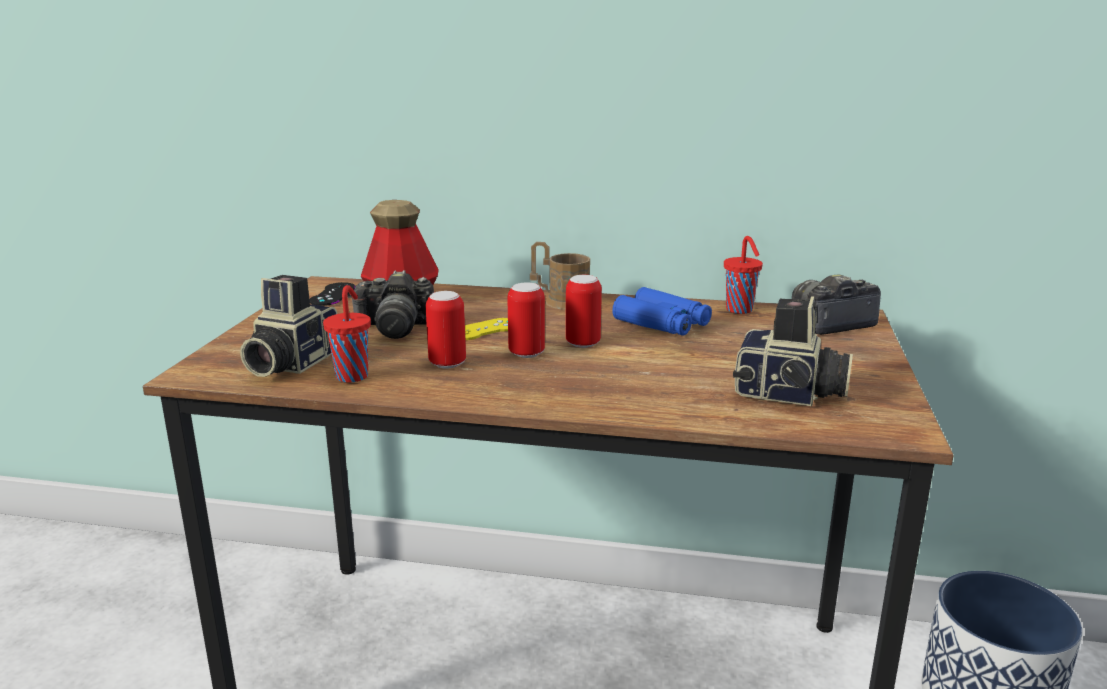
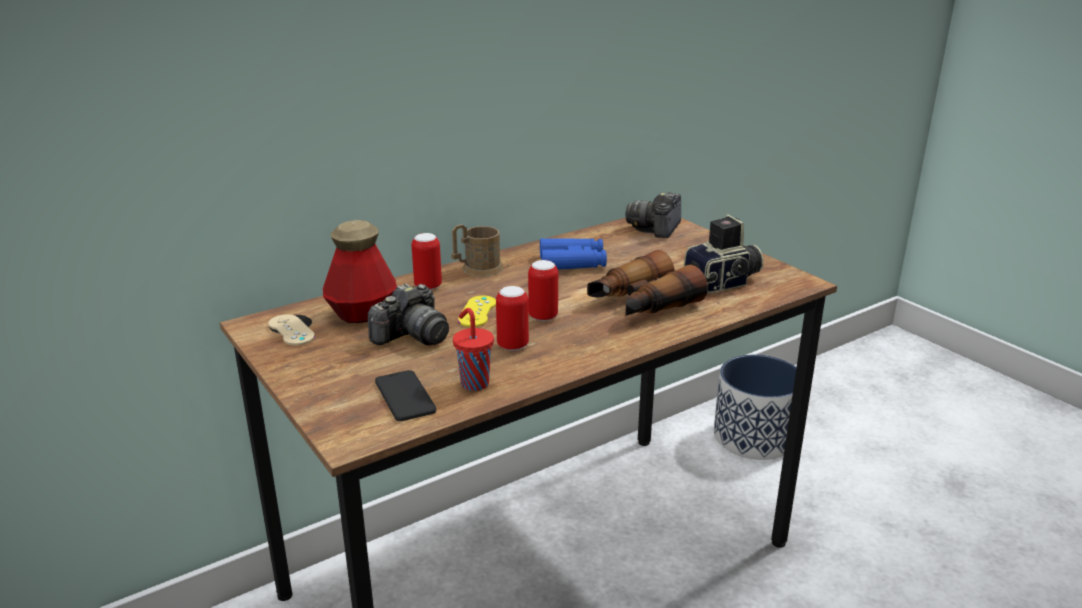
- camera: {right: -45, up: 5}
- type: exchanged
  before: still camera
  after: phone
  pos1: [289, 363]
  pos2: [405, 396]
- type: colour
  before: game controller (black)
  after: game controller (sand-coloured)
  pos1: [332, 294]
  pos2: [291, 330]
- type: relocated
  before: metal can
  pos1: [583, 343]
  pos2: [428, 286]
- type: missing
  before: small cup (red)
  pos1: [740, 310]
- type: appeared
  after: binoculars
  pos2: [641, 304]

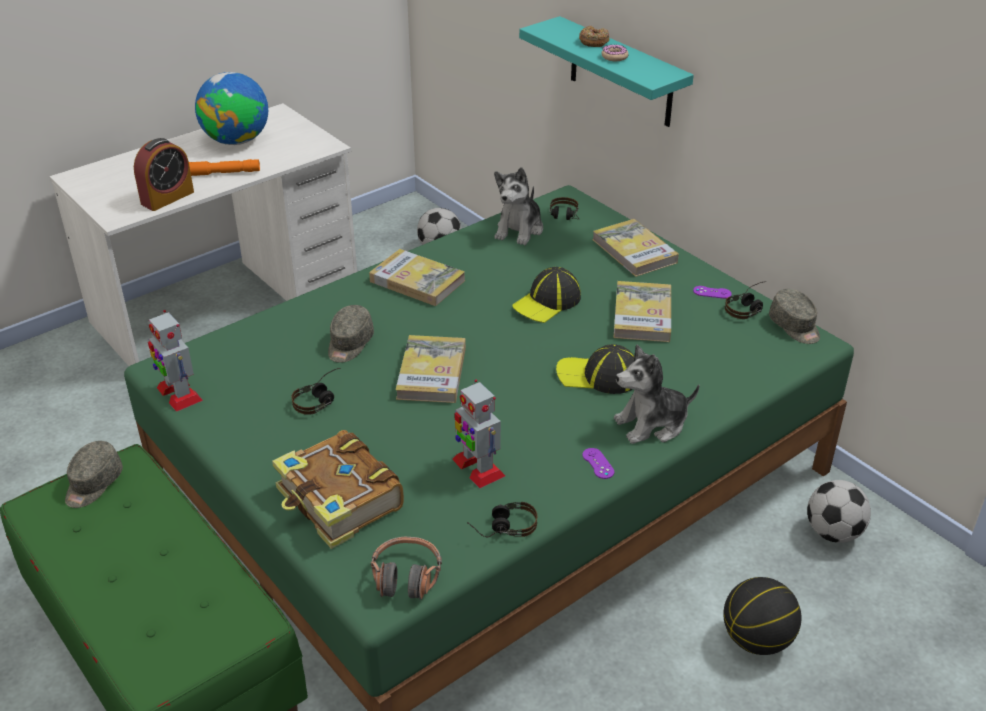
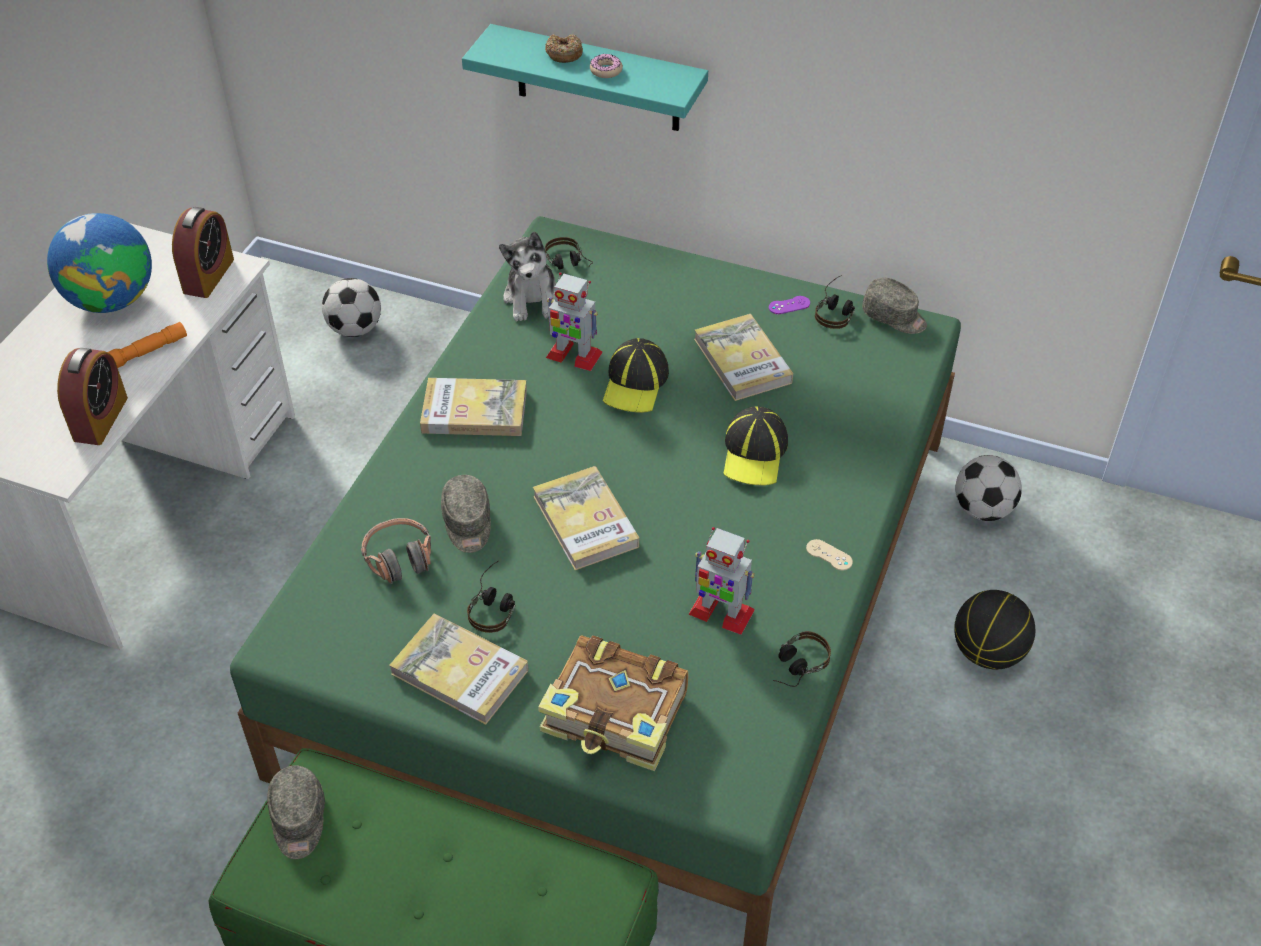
- camera: {right: -30, up: 10}
- type: relocated
  before: model robot
  pos1: [179, 394]
  pos2: [573, 355]
- type: relocated
  before: headphones
  pos1: [406, 577]
  pos2: [399, 558]
- type: spun
  before: peaked cap
  pos1: [598, 376]
  pos2: [754, 453]
  turn: -60
- type: colour
  before: game controller (purple-coloured)
  after: game controller (sand-coloured)
  pos1: [598, 463]
  pos2: [829, 555]
- type: relocated
  before: book
  pos1: [634, 251]
  pos2: [460, 672]
- type: missing
  before: soft toy
  pos1: [652, 424]
- type: appeared
  after: bedside clock
  pos2: [208, 276]

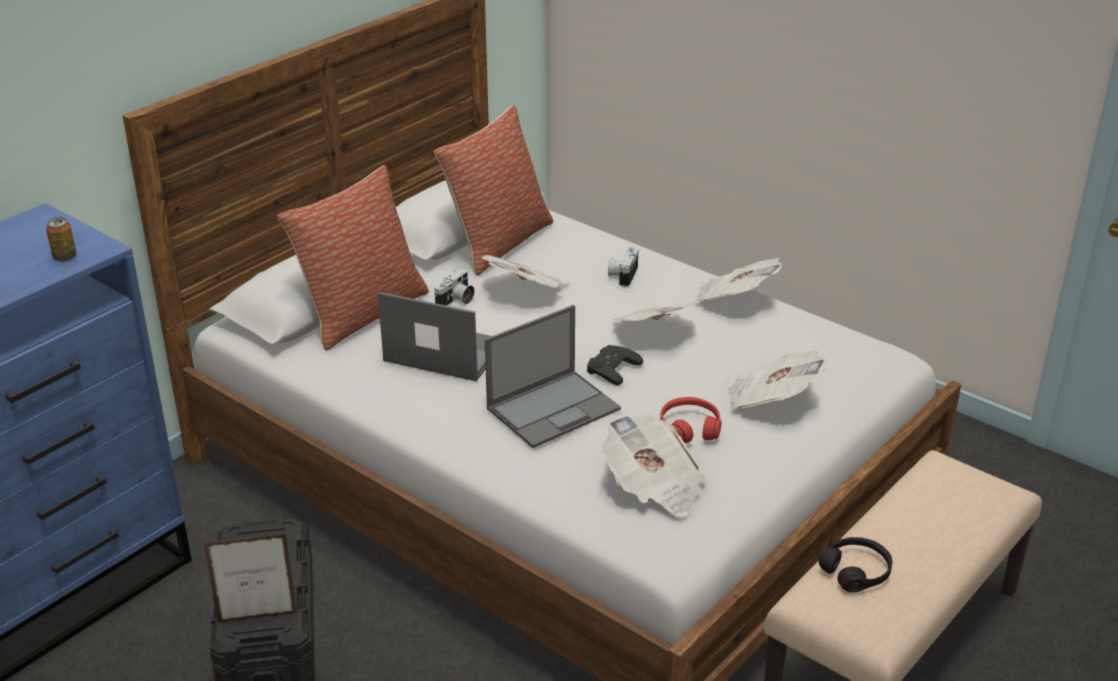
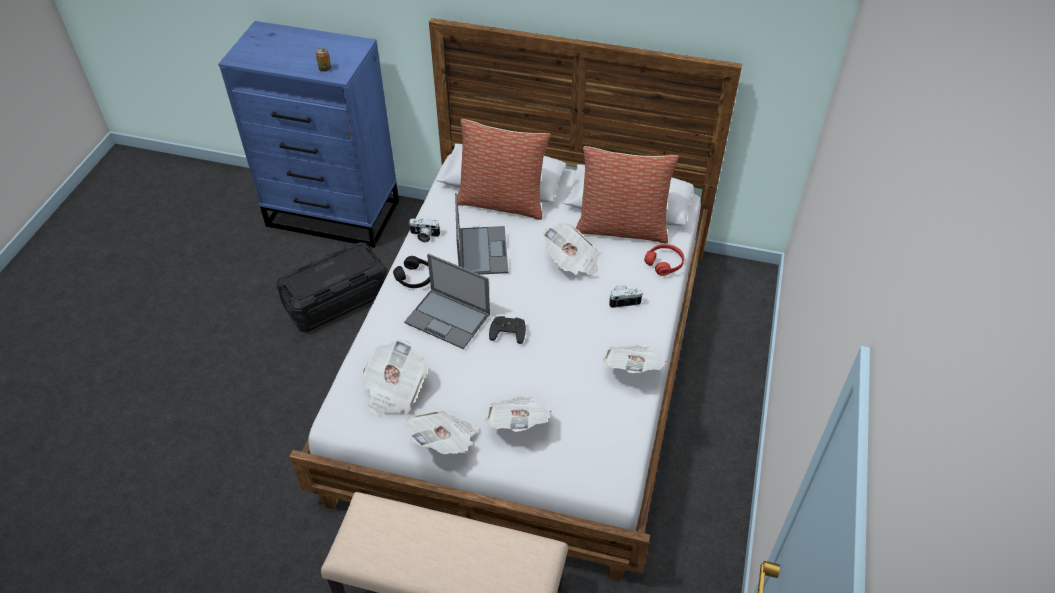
- camera: {right: 65, up: 15}
- type: missing
  before: standing frame
  pos1: [257, 617]
- type: relocated
  before: still camera
  pos1: [456, 300]
  pos2: [424, 236]
- type: relocated
  before: daily paper
  pos1: [654, 331]
  pos2: [445, 442]
- type: relocated
  before: headphones (red)
  pos1: [689, 428]
  pos2: [664, 263]
- type: relocated
  before: headphones (black)
  pos1: [856, 571]
  pos2: [415, 277]

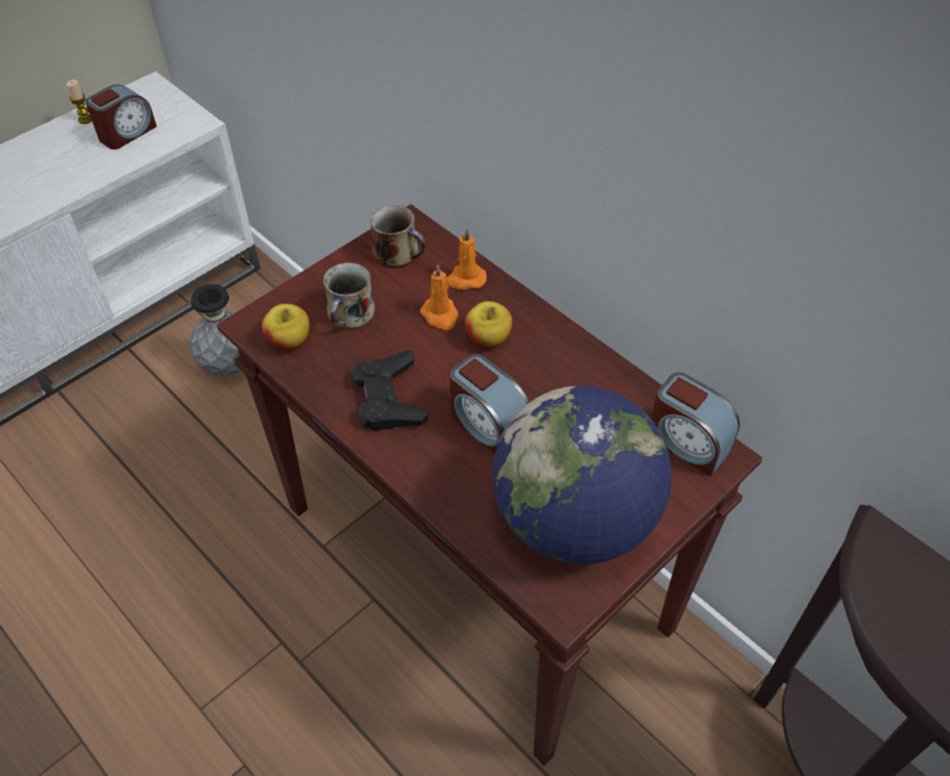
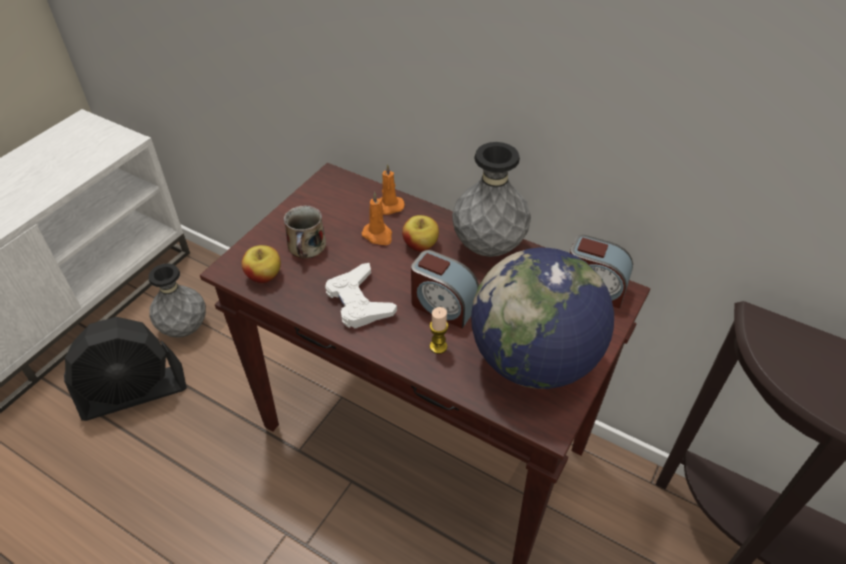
- camera: {right: -15, up: -5}
- type: relocated
  before: wax light
  pos1: [85, 119]
  pos2: [438, 346]
- type: missing
  before: bedside clock
  pos1: [127, 133]
- type: colour
  before: game controller (black)
  after: game controller (white-coloured)
  pos1: [389, 398]
  pos2: [359, 302]
- type: missing
  before: coffee mug
  pos1: [398, 253]
- type: appeared
  after: fan (black)
  pos2: [134, 393]
- type: appeared
  after: decorative vase (greyish)
  pos2: [488, 247]

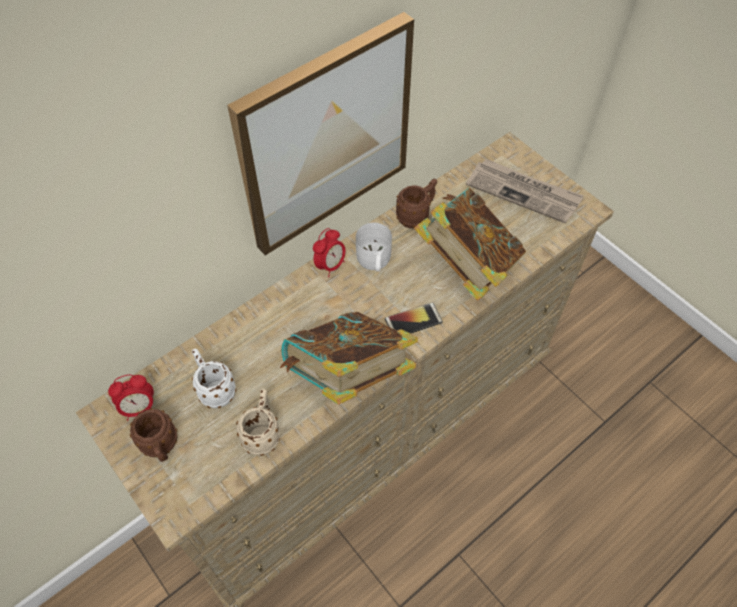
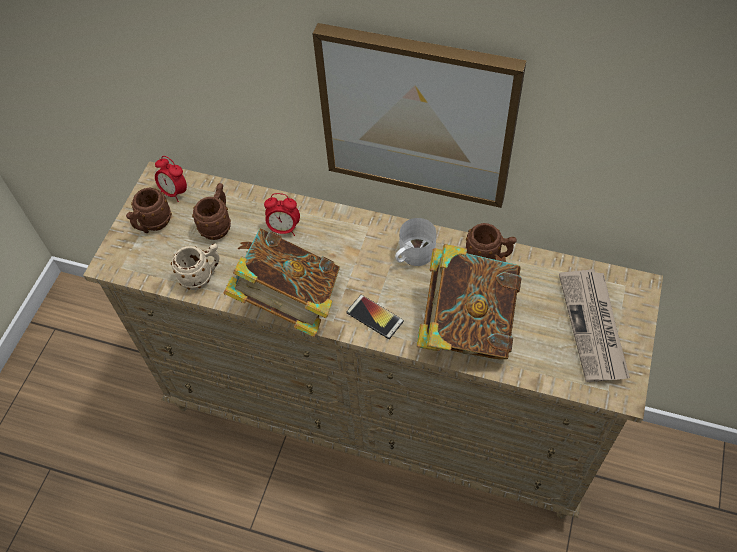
- camera: {right: 60, up: 0}
- type: colour
  before: coffee mug (white-coloured)
  after: coffee mug (brown-coloured)
  pos1: [214, 389]
  pos2: [218, 225]
- type: relocated
  before: bedside clock
  pos1: [330, 265]
  pos2: [284, 229]

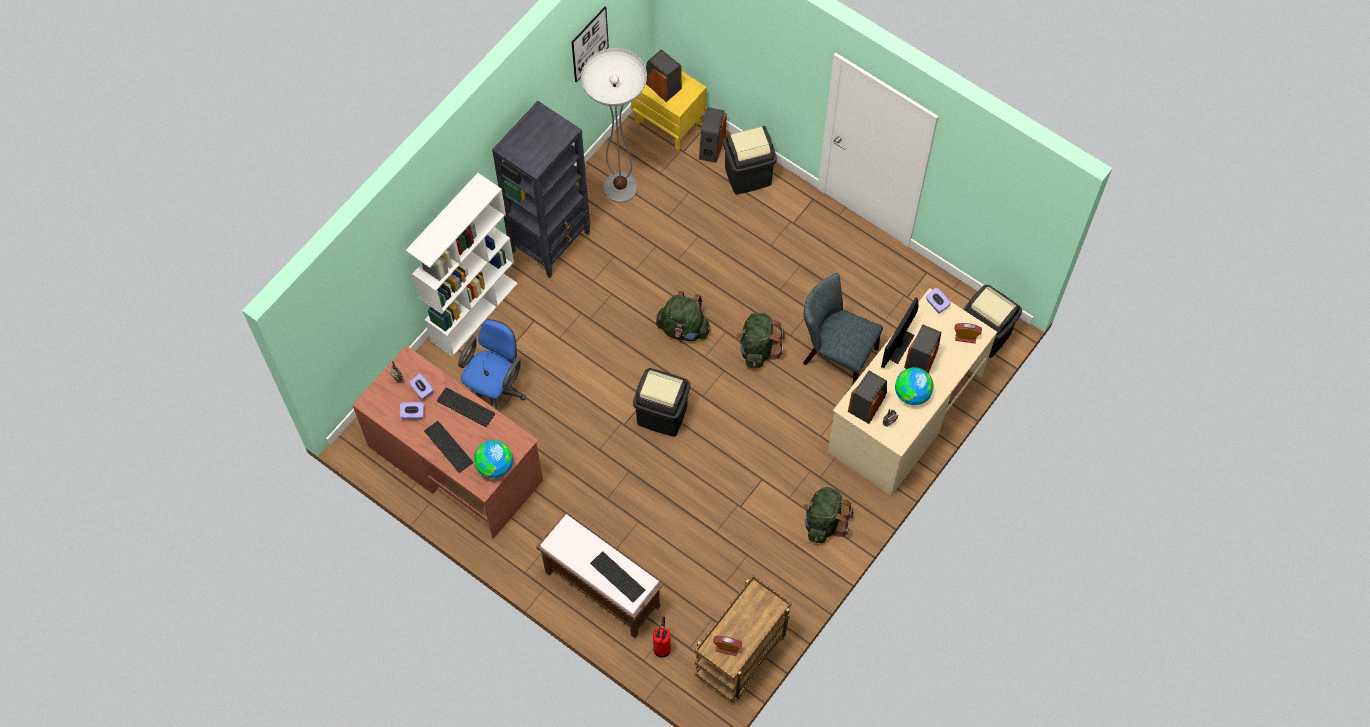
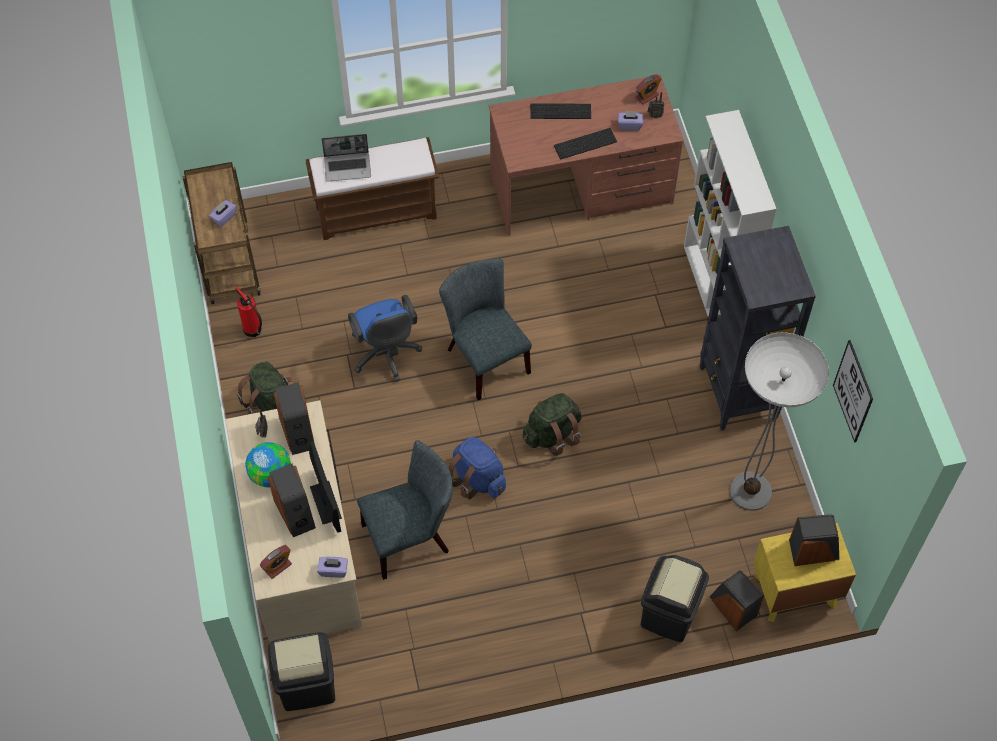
- camera: {right: 130, up: -5}
- type: relocated
  before: tissue holder (purple-coloured)
  pos1: [413, 414]
  pos2: [224, 217]
- type: relocated
  before: computer chair (blue-coloured)
  pos1: [495, 390]
  pos2: [386, 355]
- type: missing
  before: desk globe
  pos1: [494, 466]
- type: exchanged
  before: keyboard
  after: portable computer
  pos1: [616, 577]
  pos2: [348, 167]
- type: exchanged
  before: rubbish bin (black)
  after: chair (greyish)
  pos1: [662, 415]
  pos2: [484, 357]
- type: relocated
  before: fire-fighting cylinder
  pos1: [662, 647]
  pos2: [253, 331]
- type: relocated
  before: bedside clock
  pos1: [727, 648]
  pos2: [647, 96]
- type: colour
  before: knapsack (greenish)
  after: knapsack (blue-coloured)
  pos1: [757, 348]
  pos2: [477, 478]

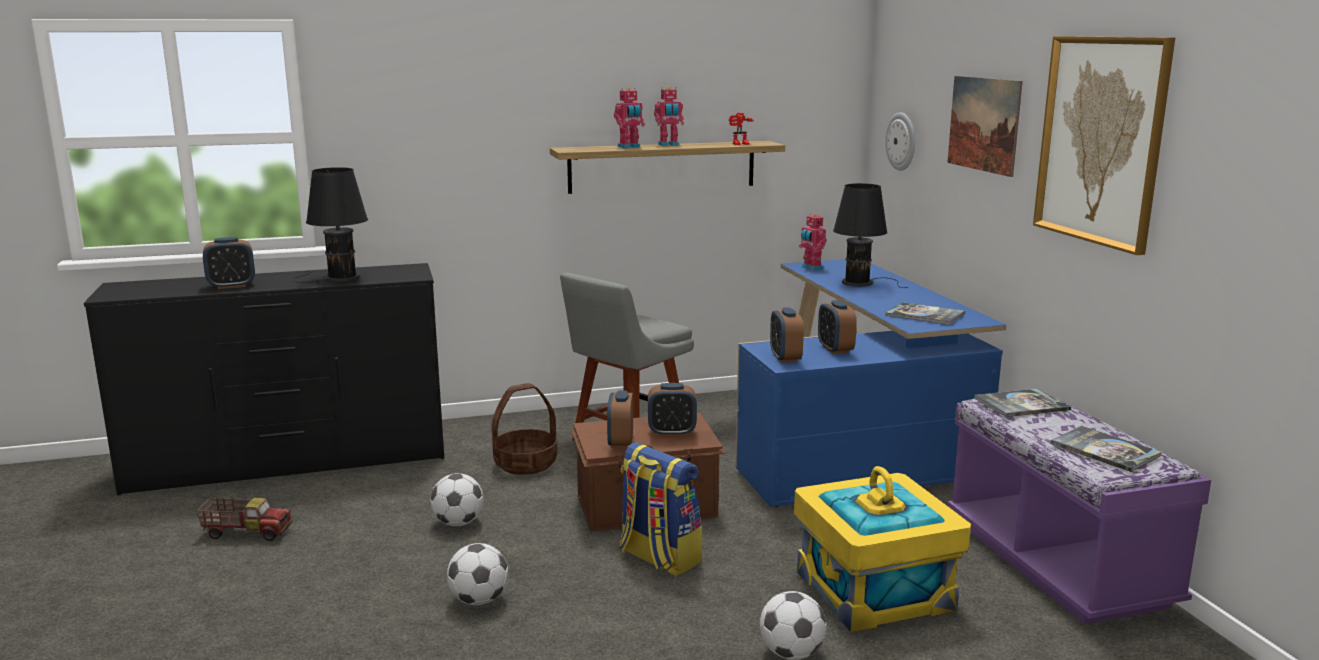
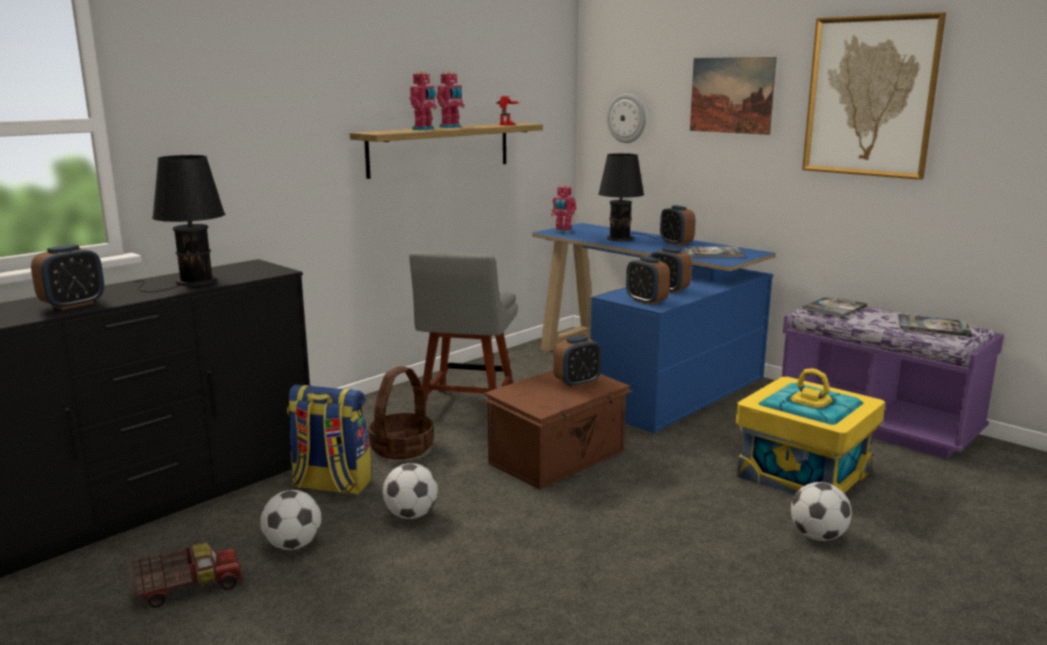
- camera: {right: -30, up: 0}
- type: relocated
  before: football ball
  pos1: [479, 600]
  pos2: [293, 545]
- type: relocated
  before: bedside clock
  pos1: [620, 442]
  pos2: [676, 243]
- type: relocated
  before: knapsack
  pos1: [658, 557]
  pos2: [331, 485]

